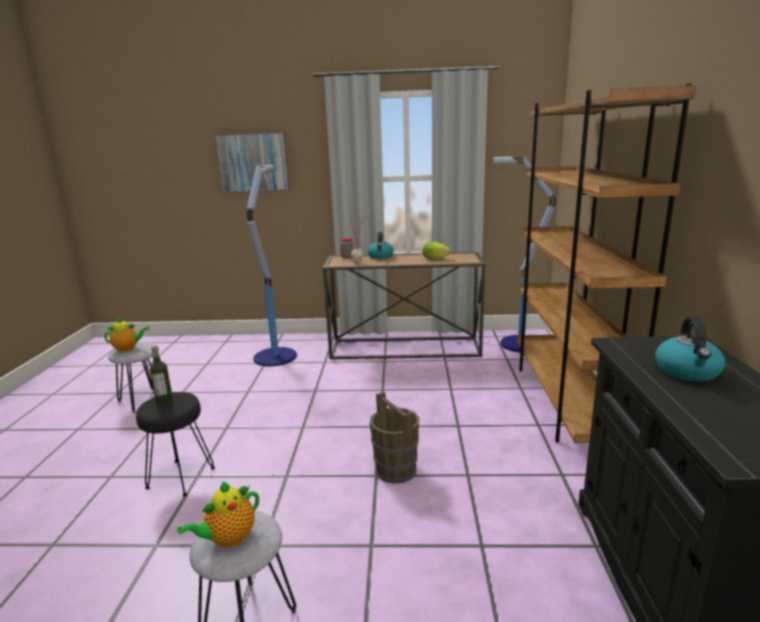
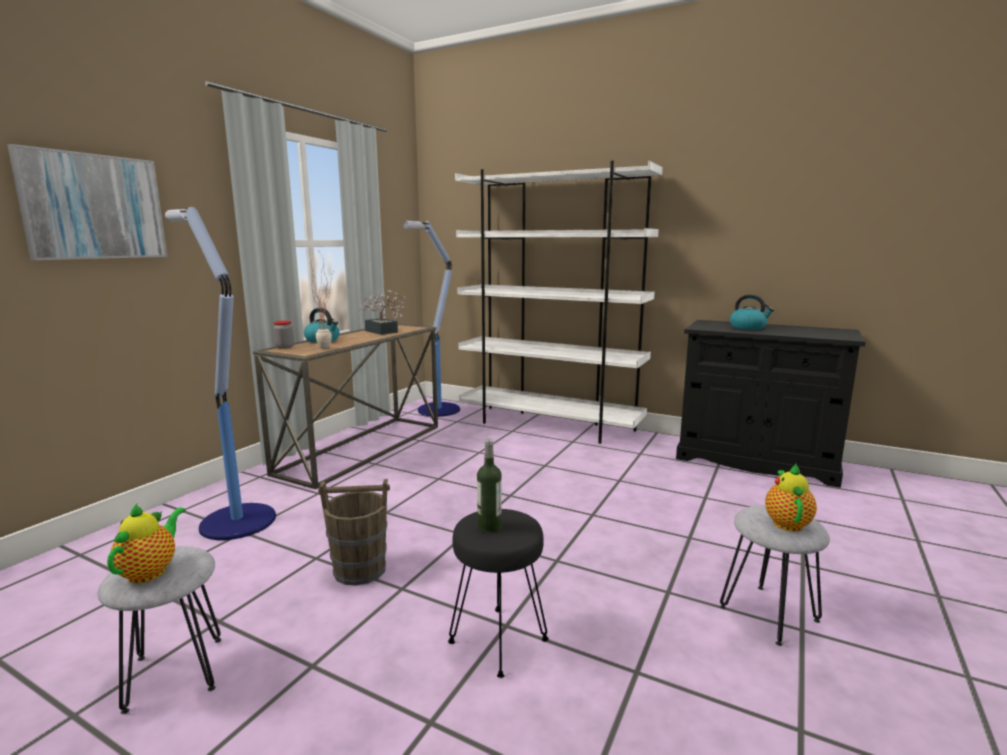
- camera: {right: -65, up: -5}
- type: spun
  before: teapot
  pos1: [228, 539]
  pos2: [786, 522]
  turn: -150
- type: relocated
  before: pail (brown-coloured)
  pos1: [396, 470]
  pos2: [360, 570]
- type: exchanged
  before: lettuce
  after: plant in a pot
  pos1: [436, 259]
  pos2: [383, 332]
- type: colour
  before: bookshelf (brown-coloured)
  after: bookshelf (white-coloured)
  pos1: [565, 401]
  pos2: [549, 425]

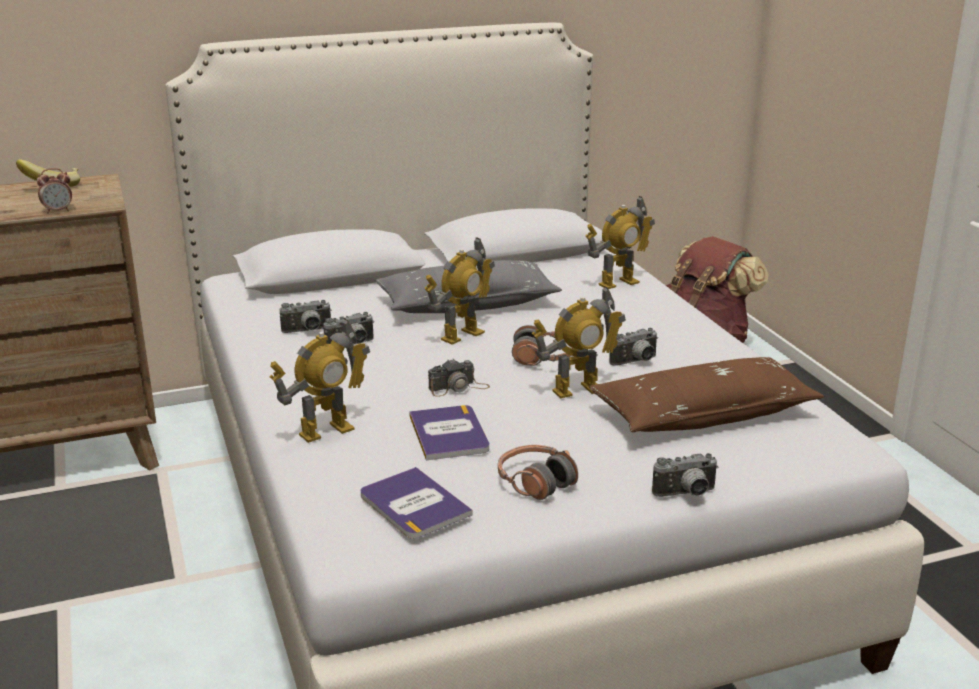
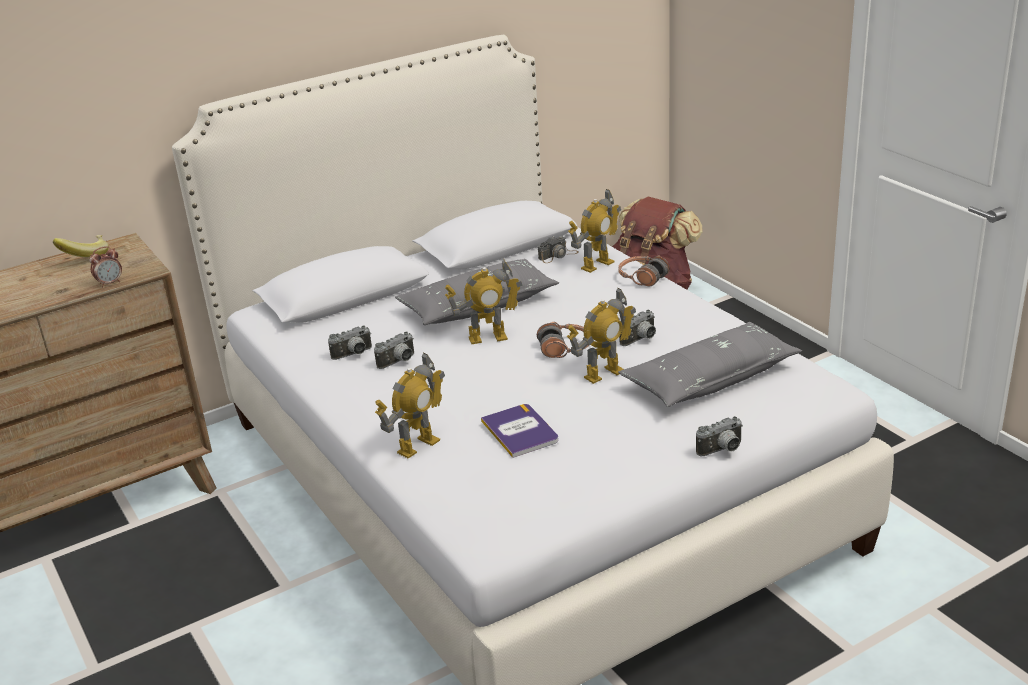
- camera: {right: -10, up: 5}
- type: missing
  before: book
  pos1: [414, 504]
- type: spun
  before: model robot
  pos1: [461, 335]
  pos2: [488, 338]
  turn: 45
- type: relocated
  before: still camera
  pos1: [458, 387]
  pos2: [558, 255]
- type: relocated
  before: headphones
  pos1: [536, 482]
  pos2: [642, 278]
- type: colour
  before: cushion (brown-coloured)
  after: cushion (greyish)
  pos1: [703, 414]
  pos2: [710, 379]

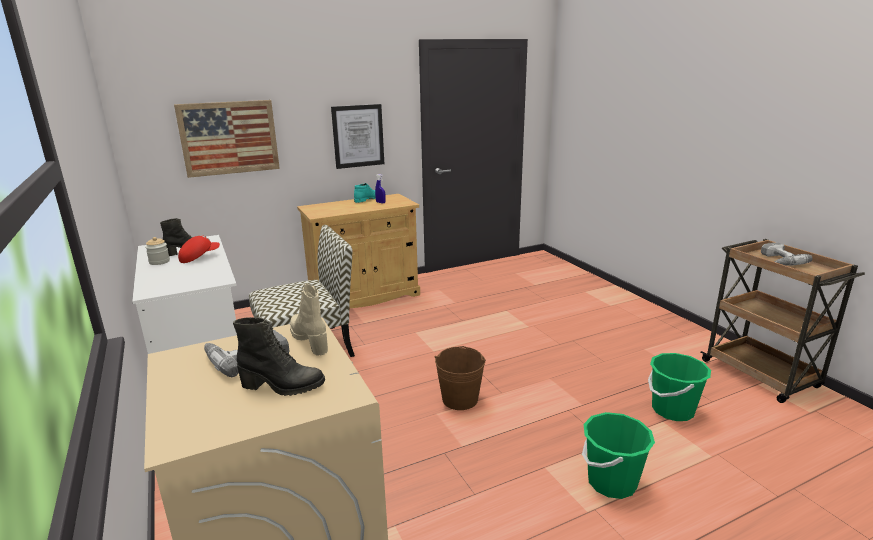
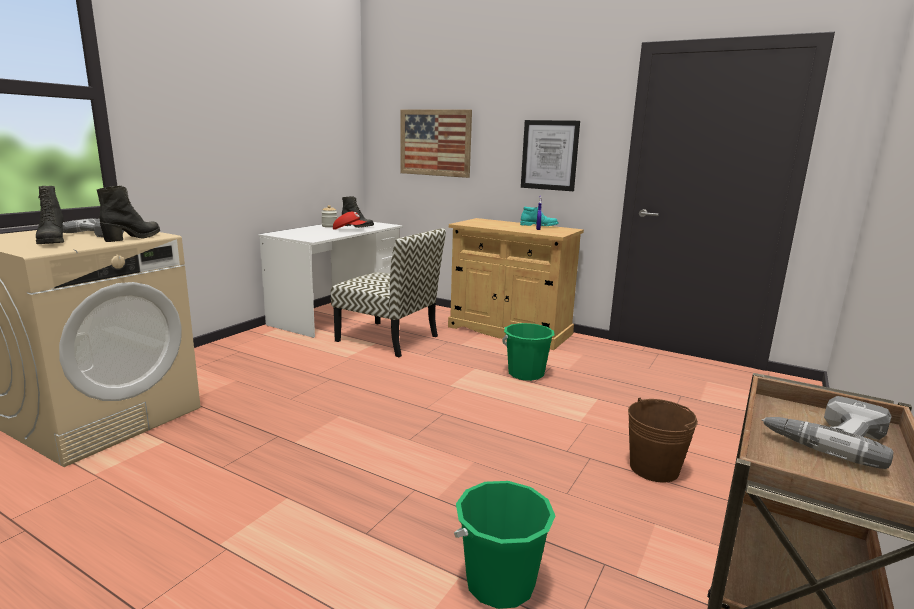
- camera: {right: 55, up: -5}
- type: colour
  before: boot (sand-coloured)
  after: boot (black)
  pos1: [310, 340]
  pos2: [133, 238]
- type: relocated
  before: pail (brown-coloured)
  pos1: [460, 399]
  pos2: [654, 468]
- type: relocated
  before: pail (greenish)
  pos1: [611, 482]
  pos2: [526, 374]

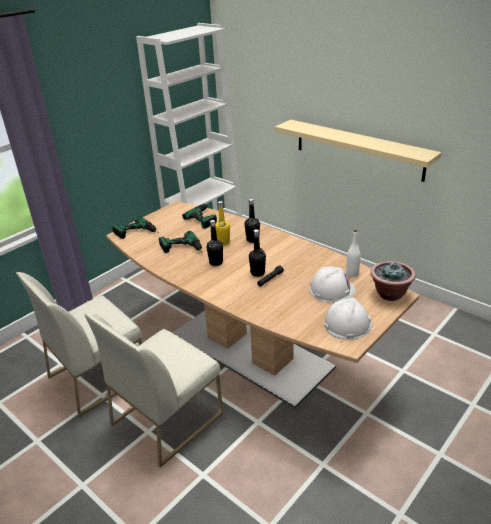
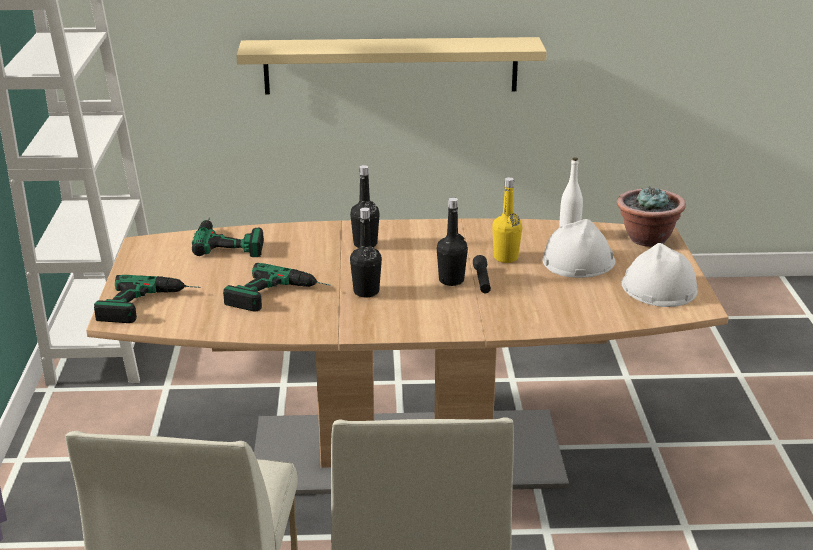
- camera: {right: -45, up: -5}
- type: relocated
  before: bottle (yellow)
  pos1: [223, 242]
  pos2: [506, 258]

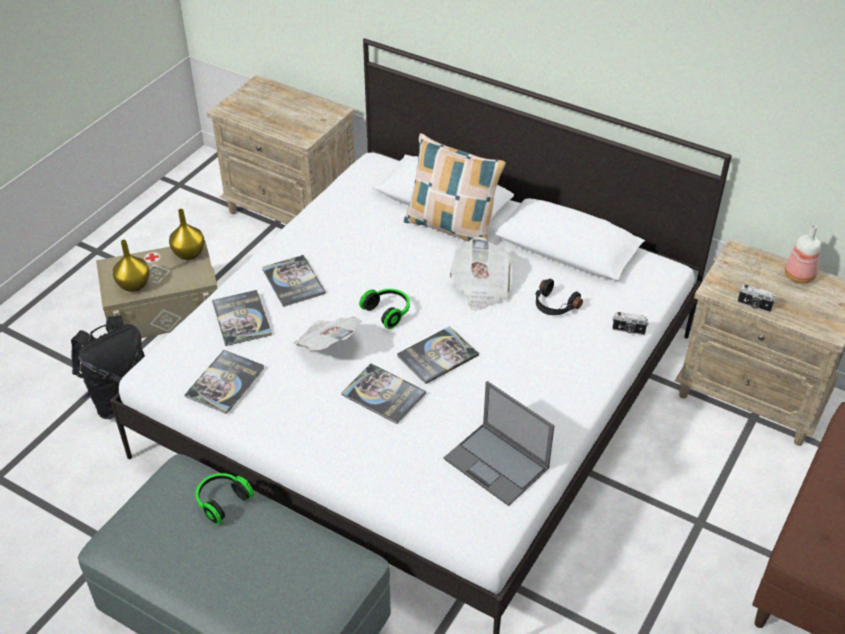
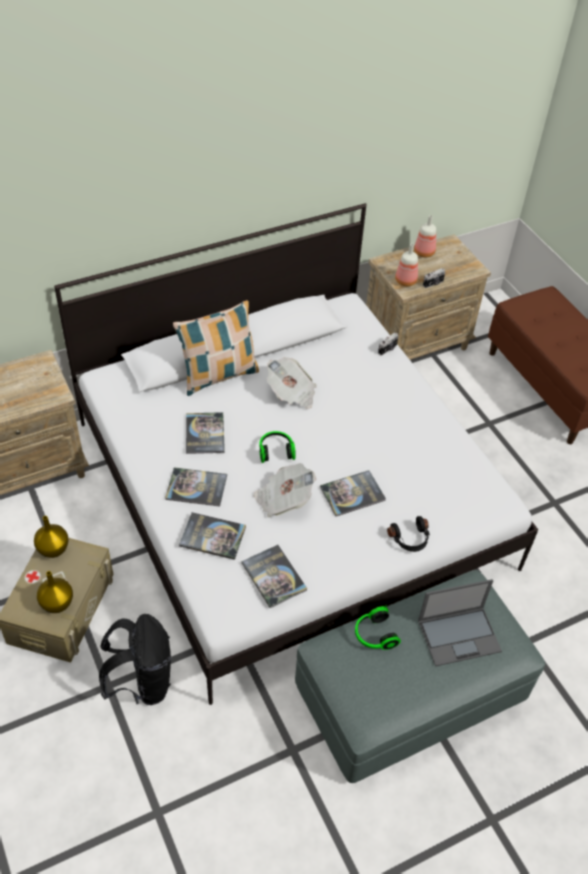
- camera: {right: -60, up: 5}
- type: relocated
  before: book
  pos1: [437, 356]
  pos2: [205, 433]
- type: relocated
  before: portable computer
  pos1: [497, 464]
  pos2: [460, 635]
- type: relocated
  before: headphones (black)
  pos1: [554, 306]
  pos2: [410, 539]
- type: appeared
  after: bottle
  pos2: [405, 280]

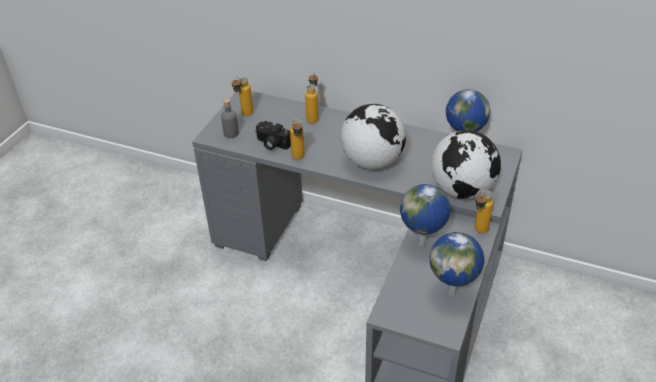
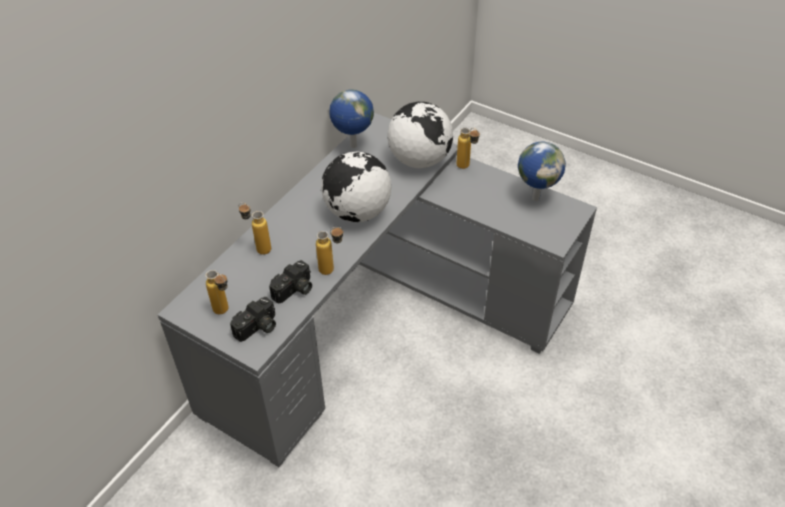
- camera: {right: -80, up: 5}
- type: exchanged
  before: bottle (greyish)
  after: still camera
  pos1: [231, 133]
  pos2: [258, 328]
- type: missing
  before: desk globe
  pos1: [422, 243]

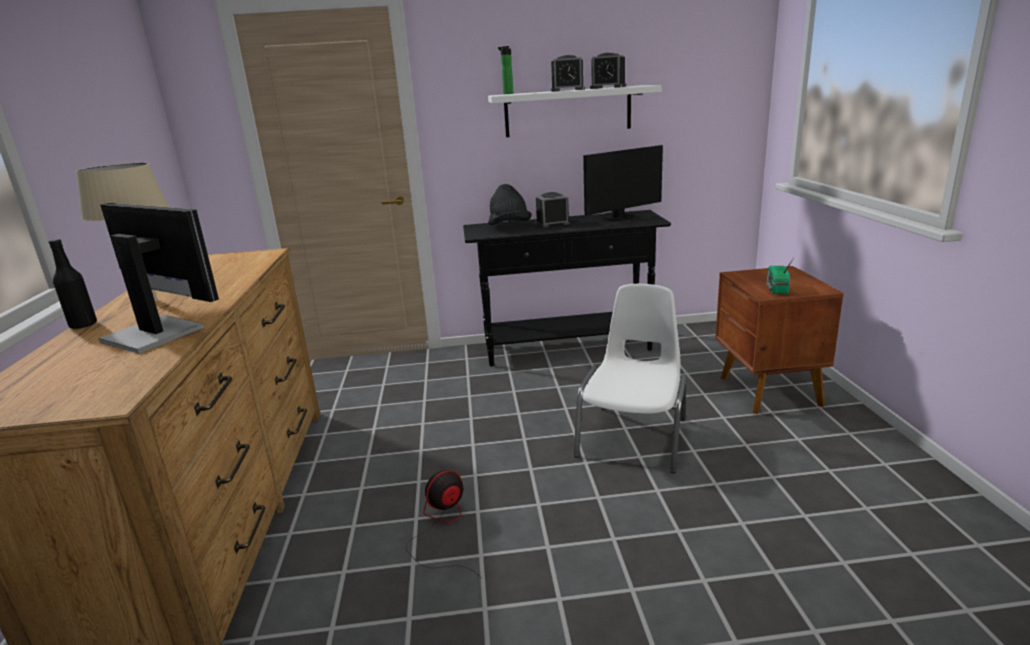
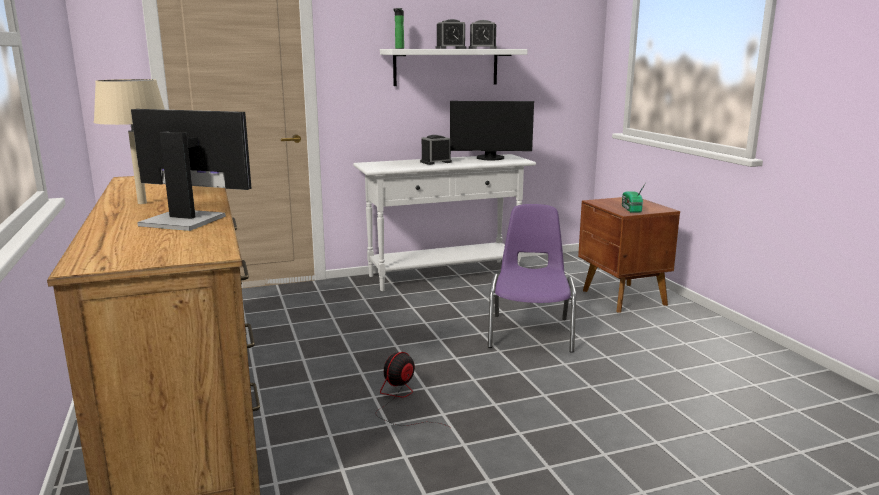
- camera: {right: -15, up: -5}
- type: missing
  before: bottle (black)
  pos1: [83, 325]
- type: colour
  before: narrow table (black)
  after: narrow table (white-coloured)
  pos1: [567, 348]
  pos2: [445, 275]
- type: missing
  before: wearable hat (black)
  pos1: [509, 227]
- type: colour
  before: chair (white-coloured)
  after: chair (purple-coloured)
  pos1: [634, 437]
  pos2: [530, 332]
- type: spun
  before: computer screen
  pos1: [619, 217]
  pos2: [490, 158]
  turn: 45

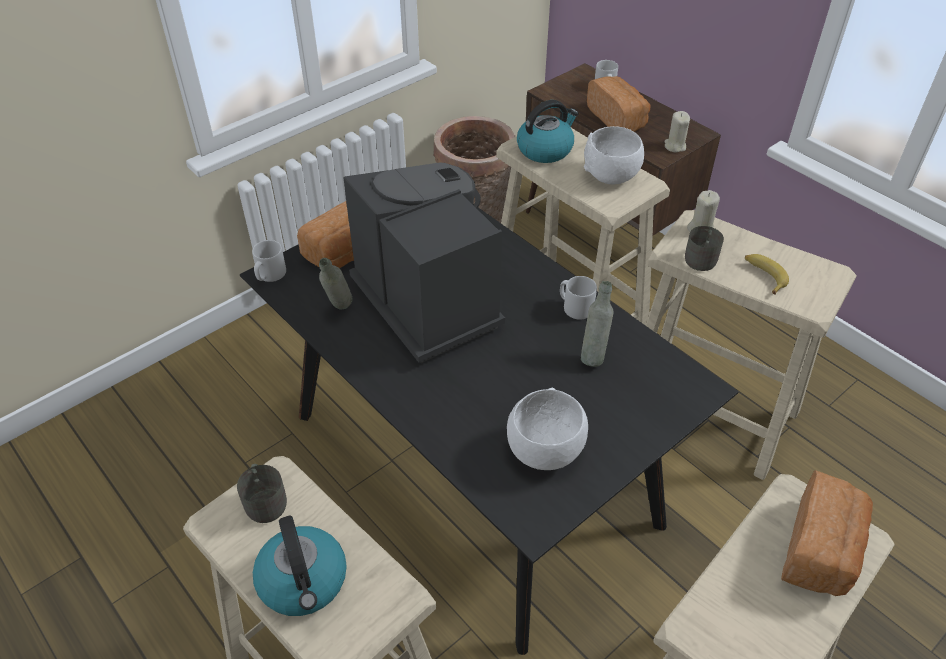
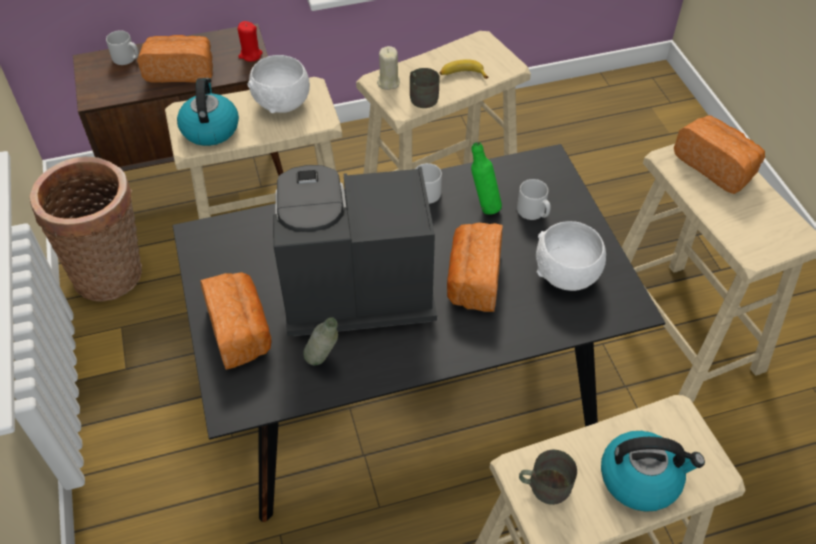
- camera: {right: -65, up: 5}
- type: relocated
  before: coffee mug (greyish)
  pos1: [269, 275]
  pos2: [533, 212]
- type: colour
  before: bottle (greyish)
  after: bottle (greenish)
  pos1: [593, 355]
  pos2: [483, 206]
- type: colour
  before: wax light (sand-coloured)
  after: wax light (red)
  pos1: [675, 146]
  pos2: [250, 55]
- type: appeared
  after: bakery bread
  pos2: [473, 280]

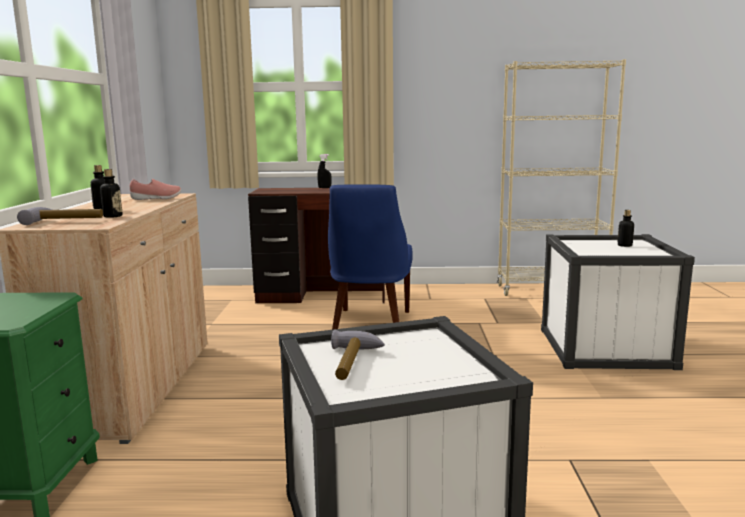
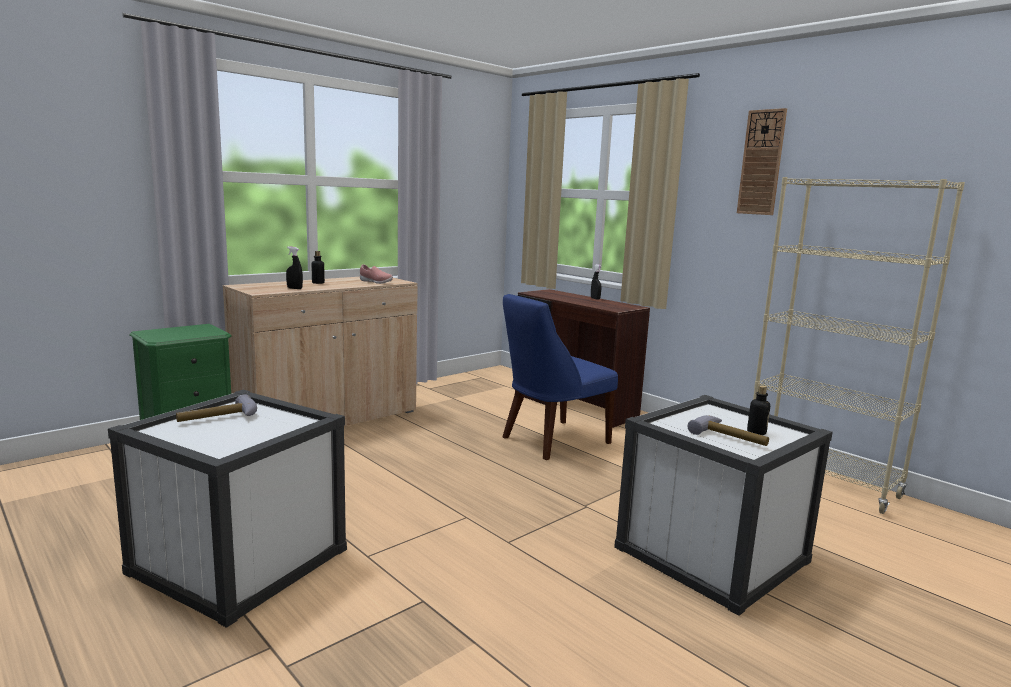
- camera: {right: 45, up: 0}
- type: relocated
  before: hand hammer
  pos1: [65, 221]
  pos2: [730, 437]
- type: exchanged
  before: bottle
  after: sprayer (black)
  pos1: [113, 216]
  pos2: [294, 288]
- type: appeared
  after: clock on the wall
  pos2: [761, 162]

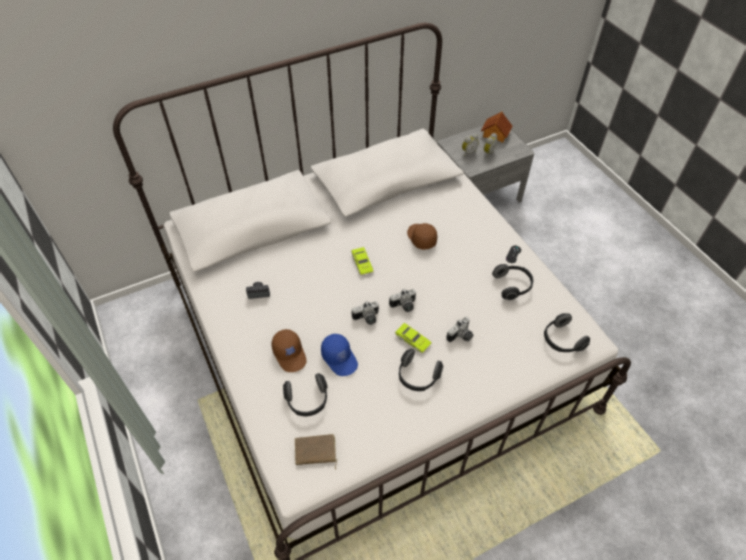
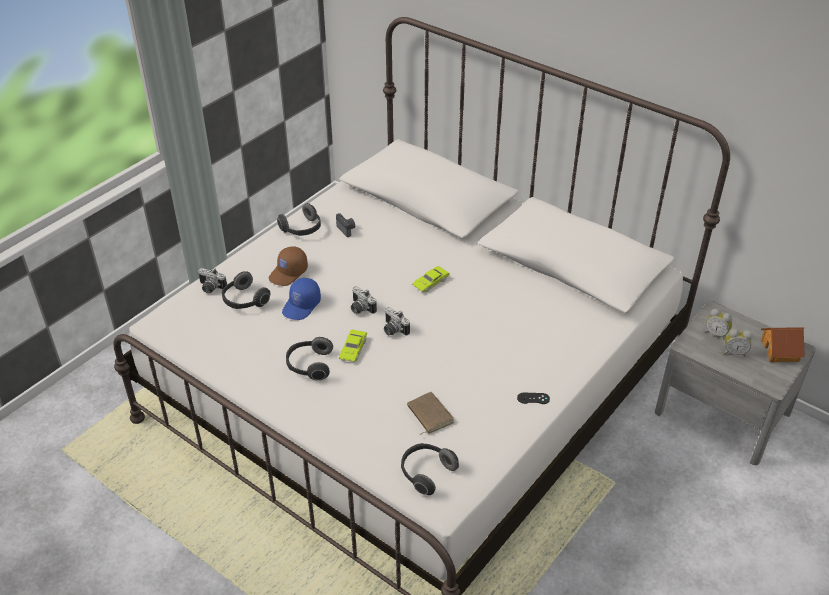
- camera: {right: 65, up: -10}
- type: relocated
  before: book (brown-coloured)
  pos1: [315, 452]
  pos2: [428, 415]
- type: missing
  before: peaked cap (brown-coloured)
  pos1: [421, 238]
- type: relocated
  before: still camera
  pos1: [461, 336]
  pos2: [210, 288]
- type: relocated
  before: headphones
  pos1: [512, 286]
  pos2: [302, 229]

